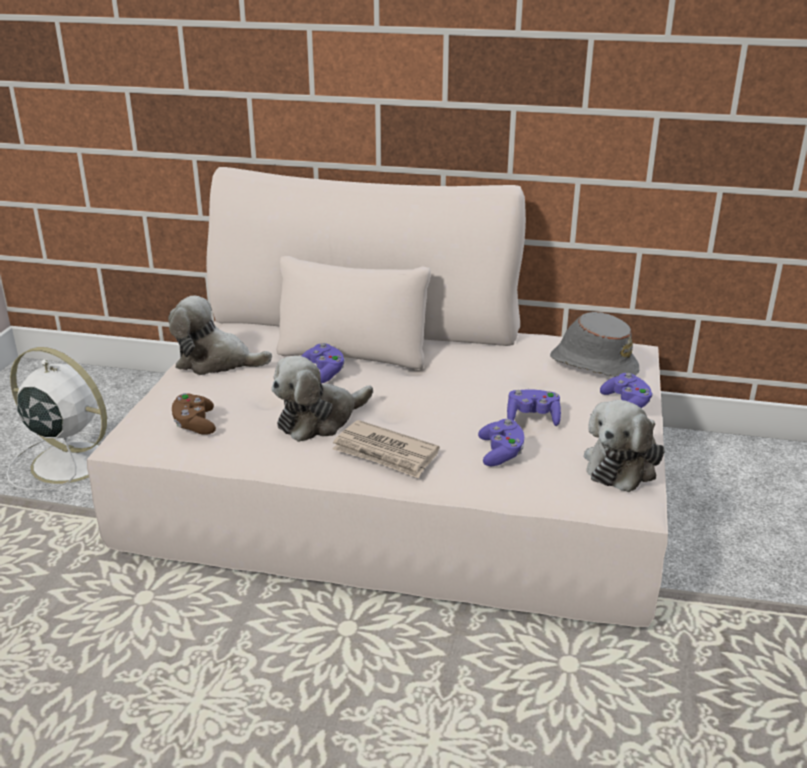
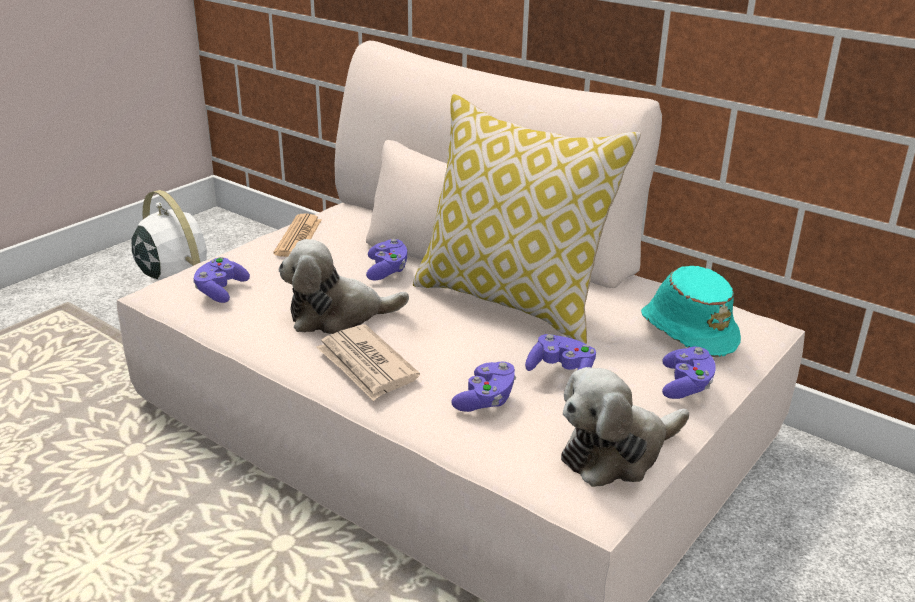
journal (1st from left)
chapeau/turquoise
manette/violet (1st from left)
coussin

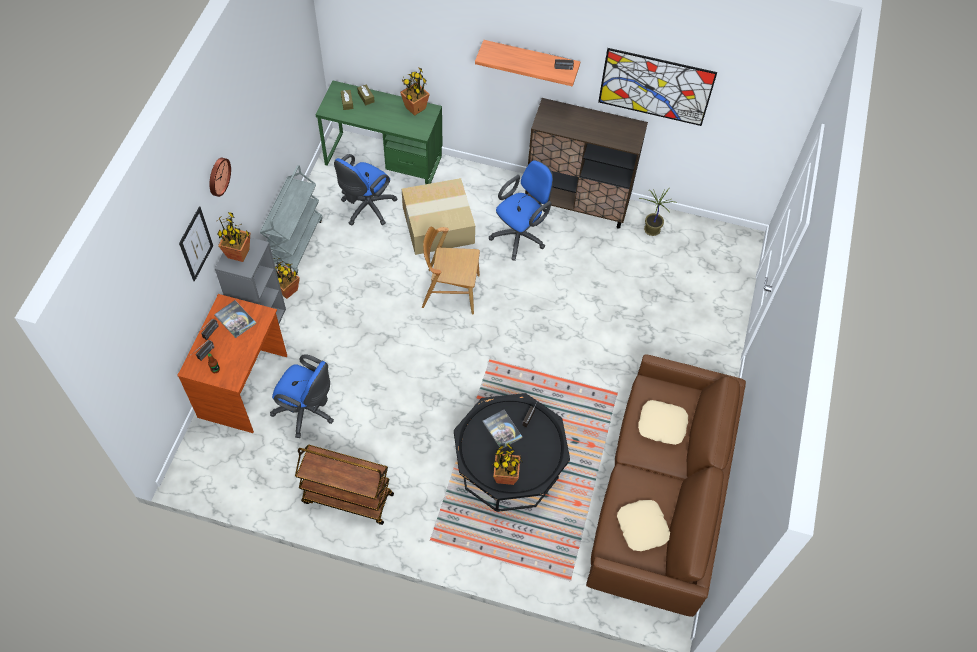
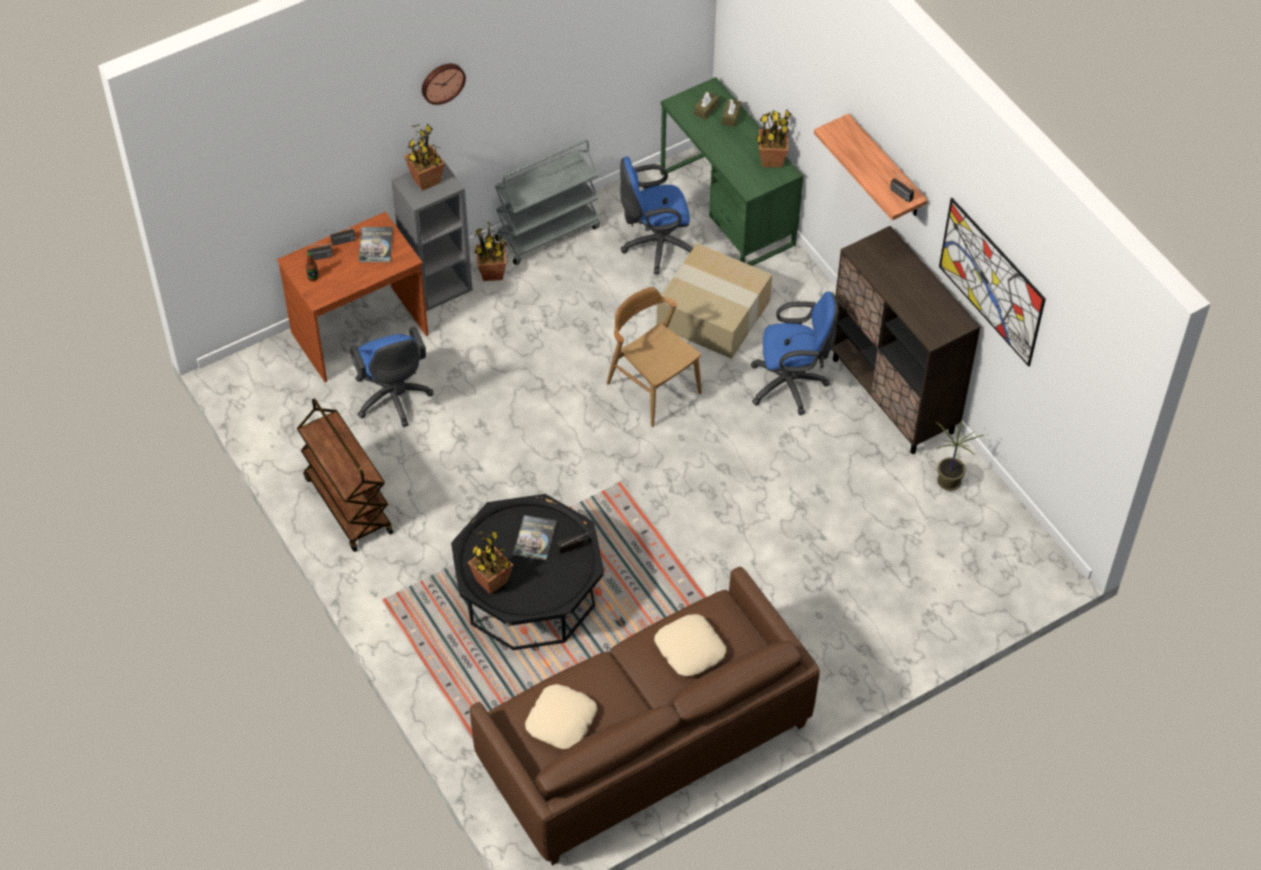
tableau (1st from left in the first image)

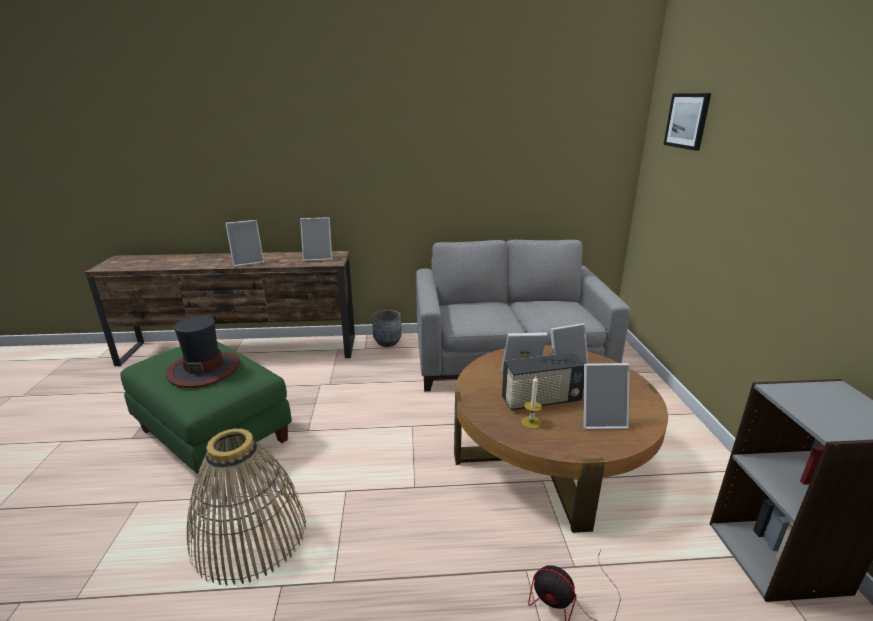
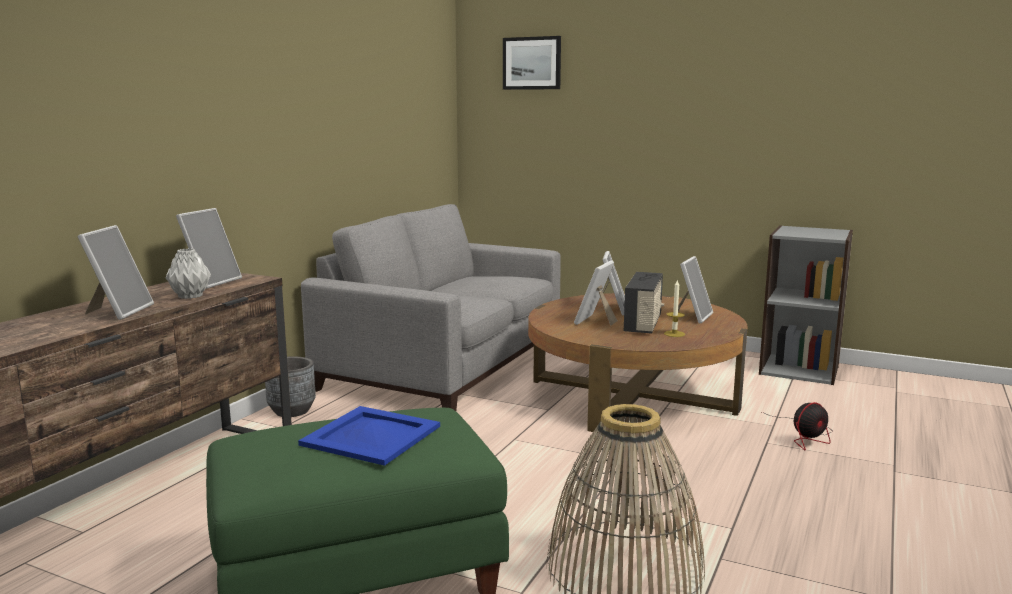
plateau/bleu
vase/gris

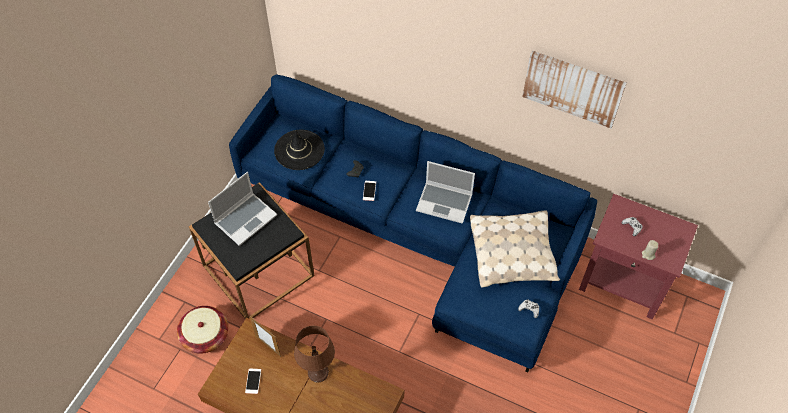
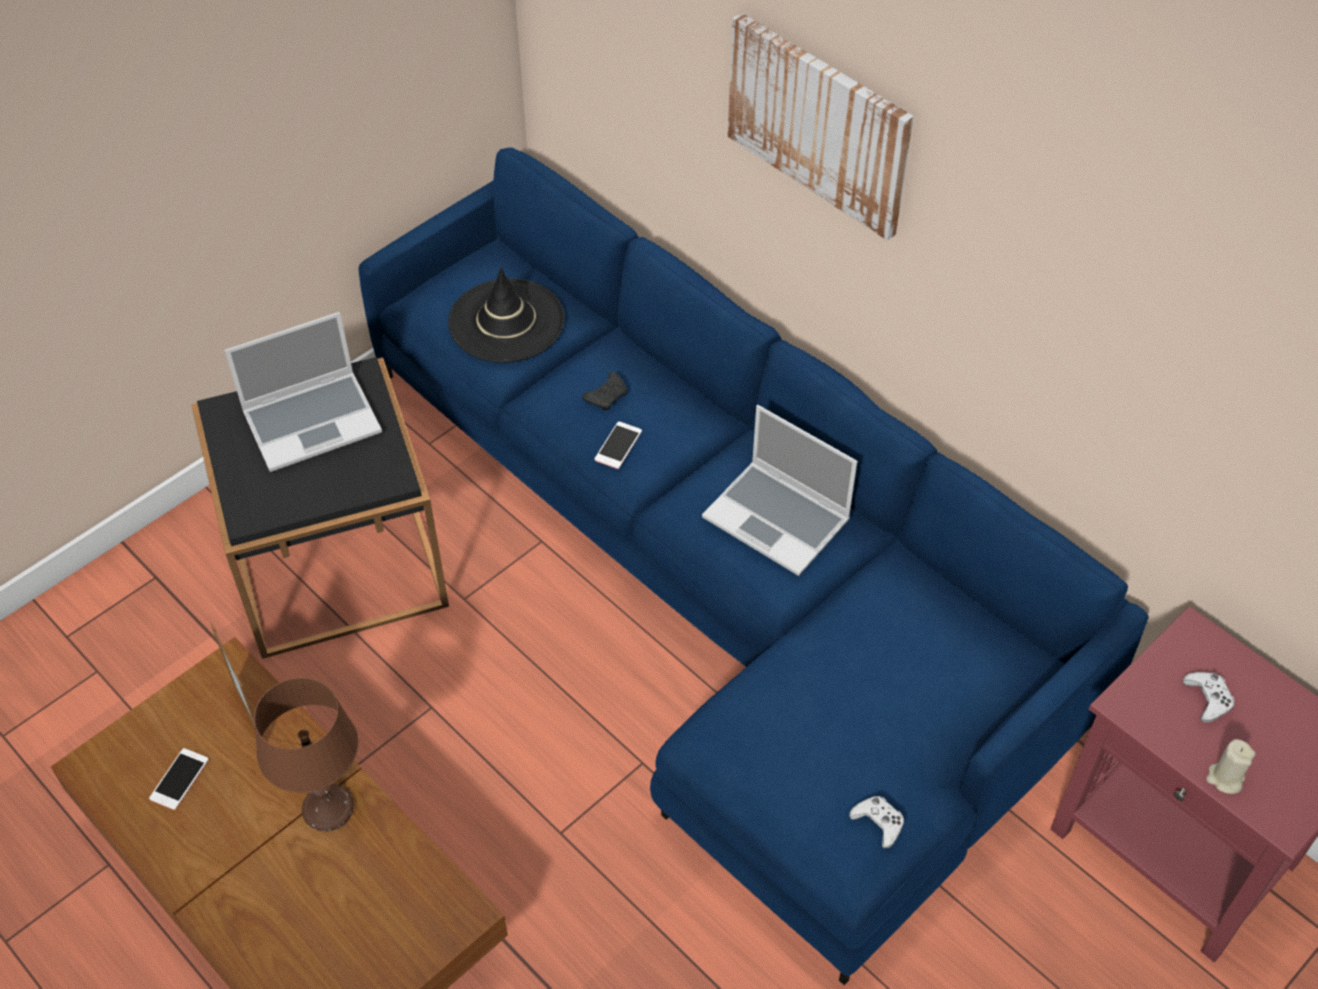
tableau
coussin/beige
panier

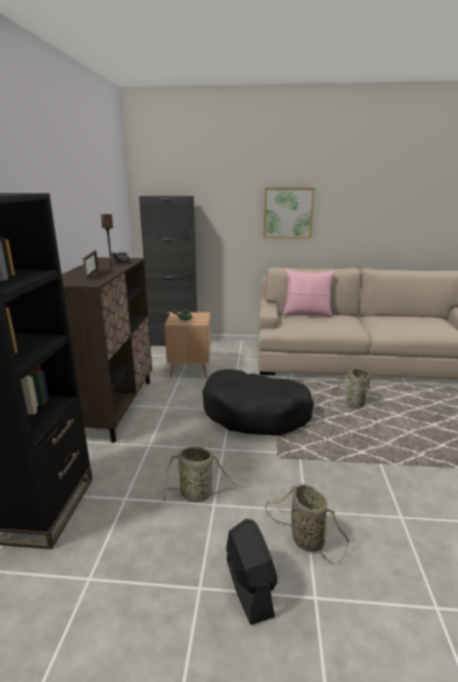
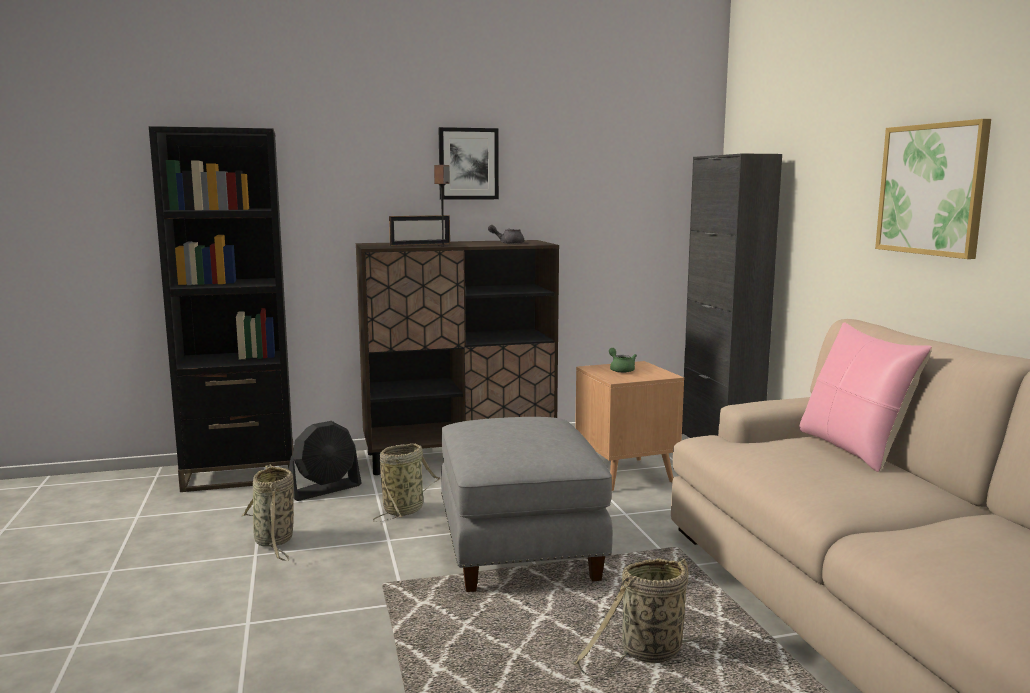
pouf/gris
panier (2nd from left)
ventilateur/noir
tableau (1st from left)

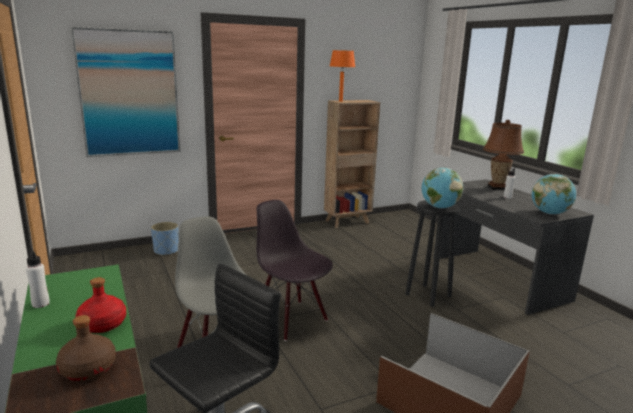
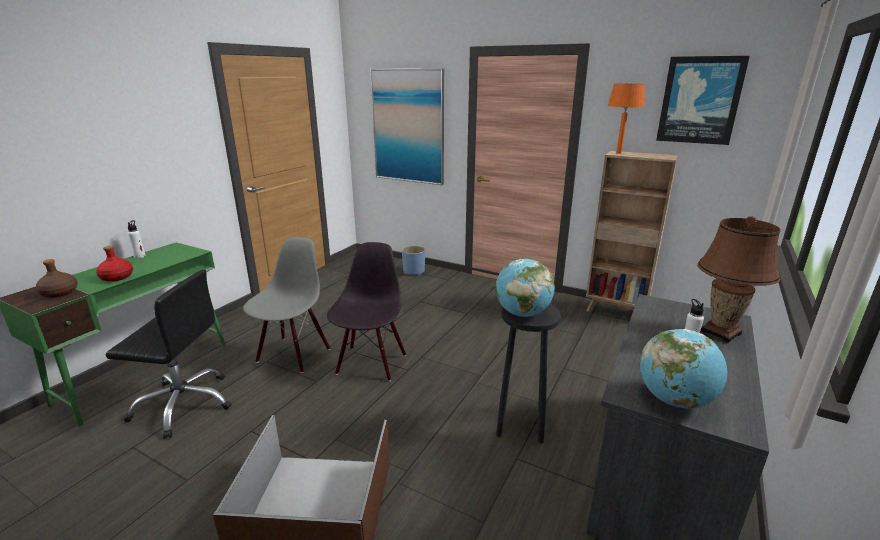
tableau (2nd from left)

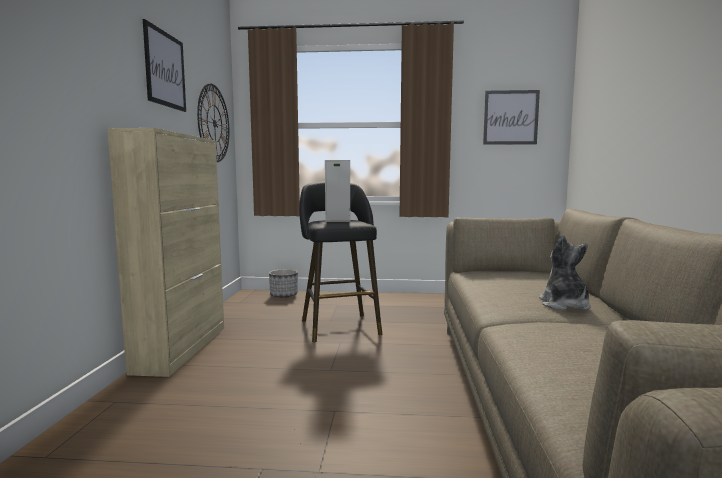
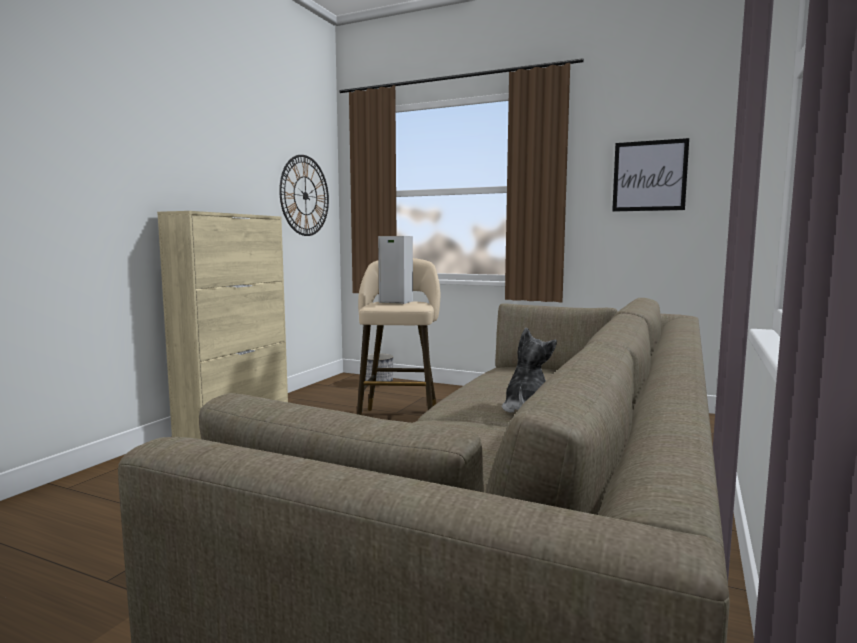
tableau (1st from left in the first image)
tabouret/beige

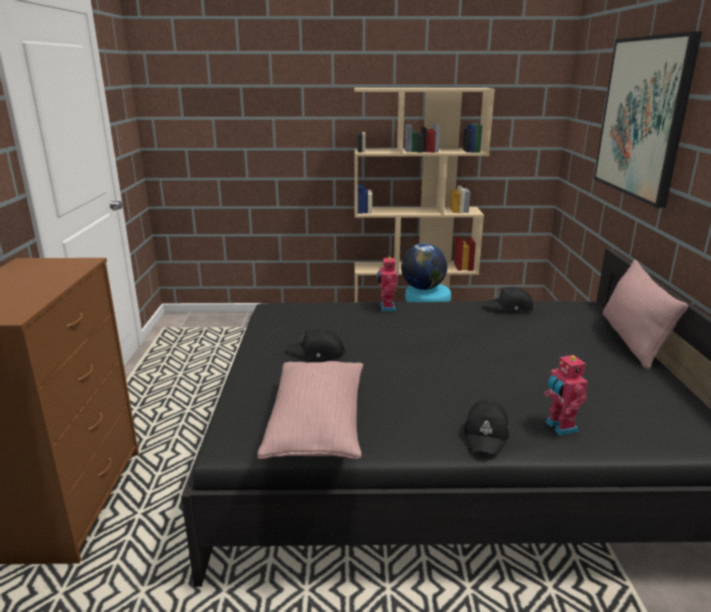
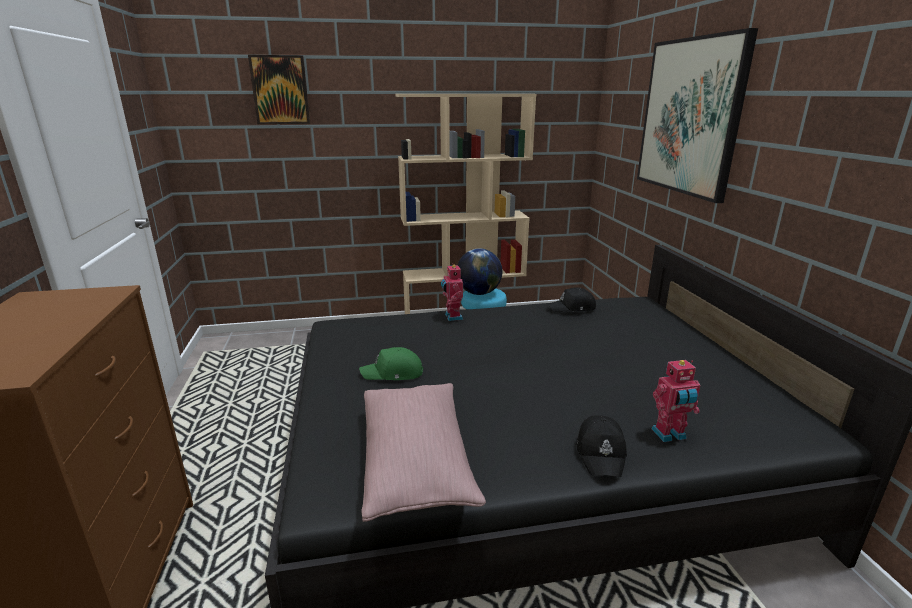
coussin/rose (2nd from left in the first image)
casquette/vert
robot jouet (2nd from left)
tableau (1st from left)

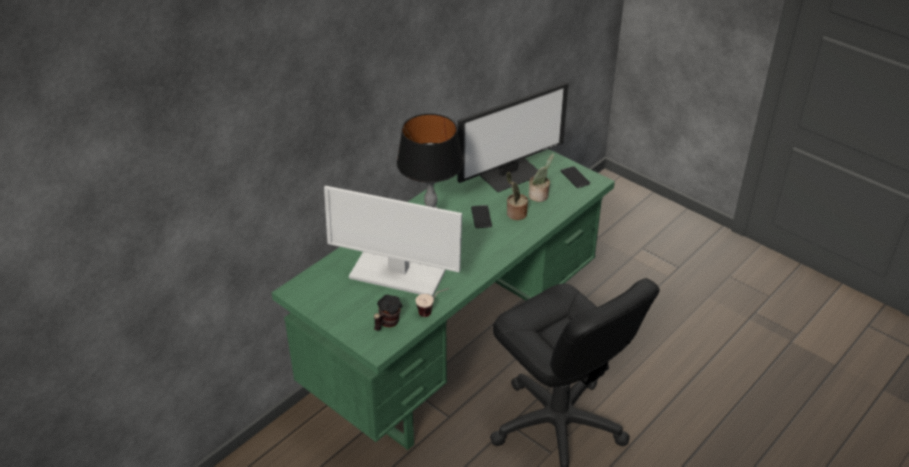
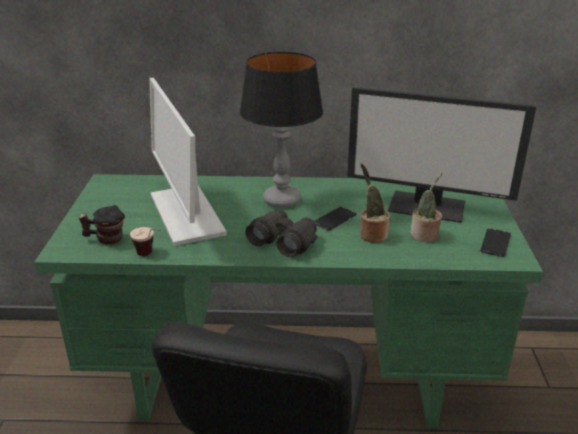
jumelles/noir

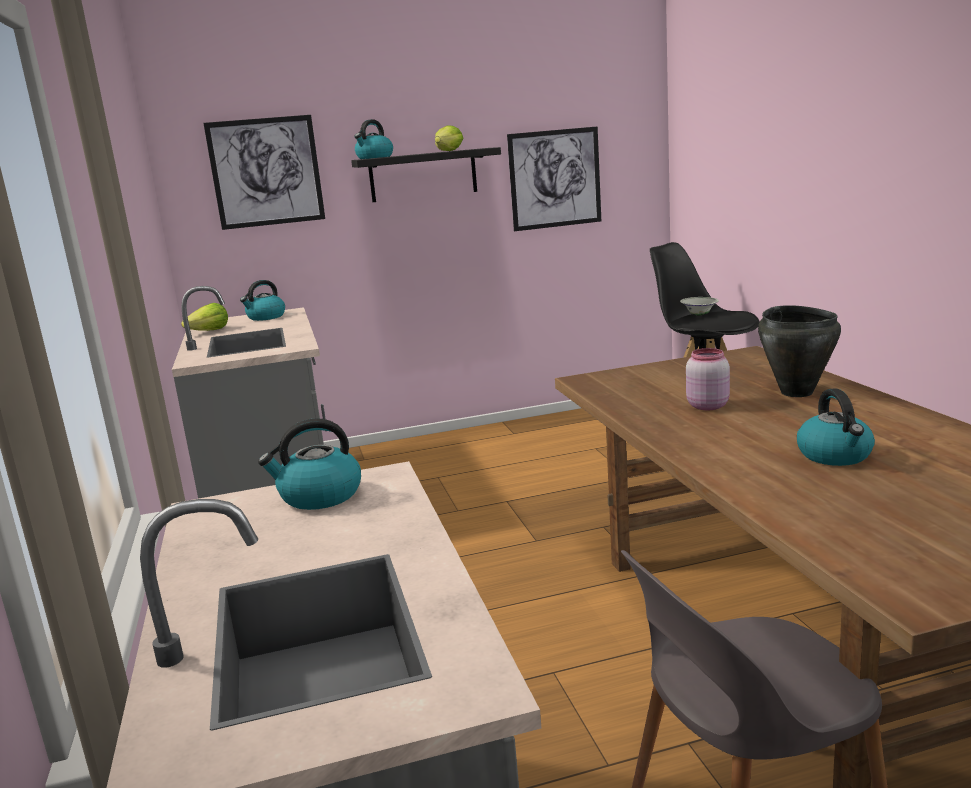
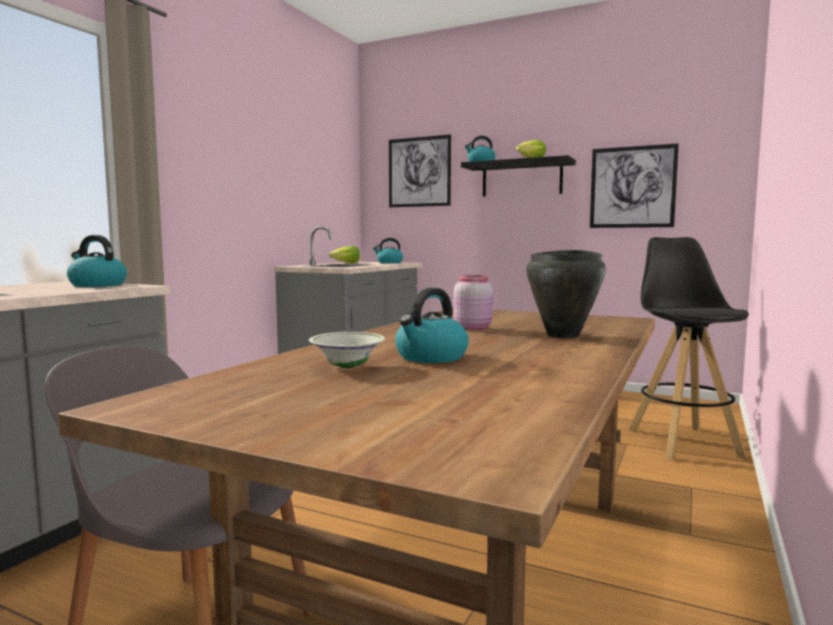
bol/blanc

